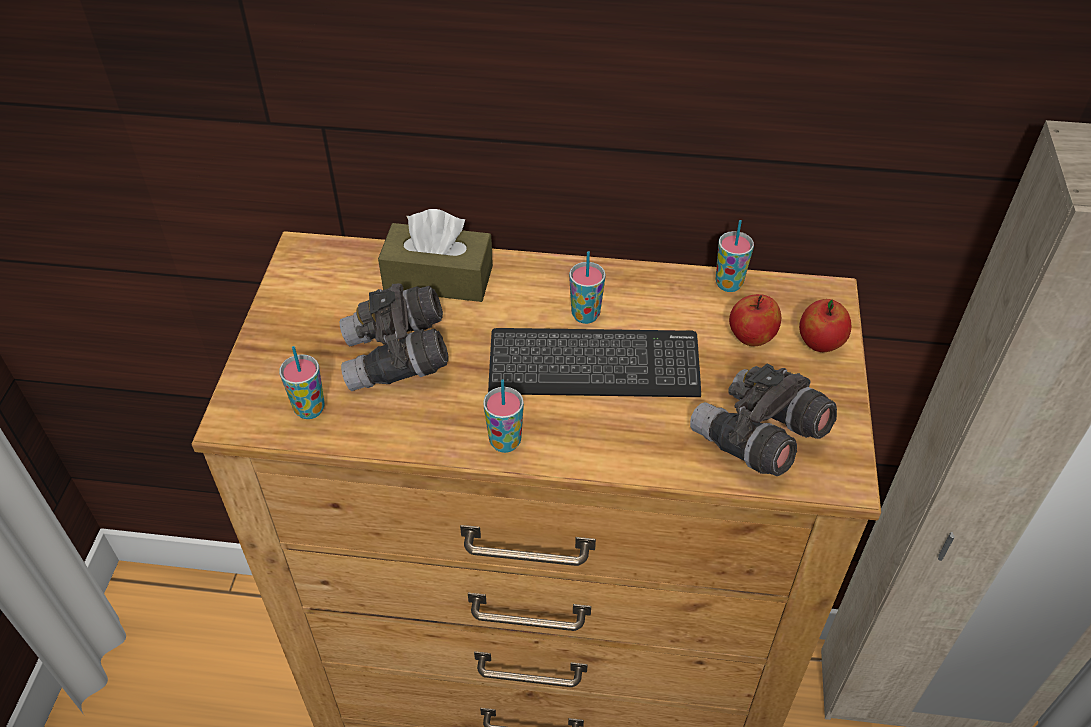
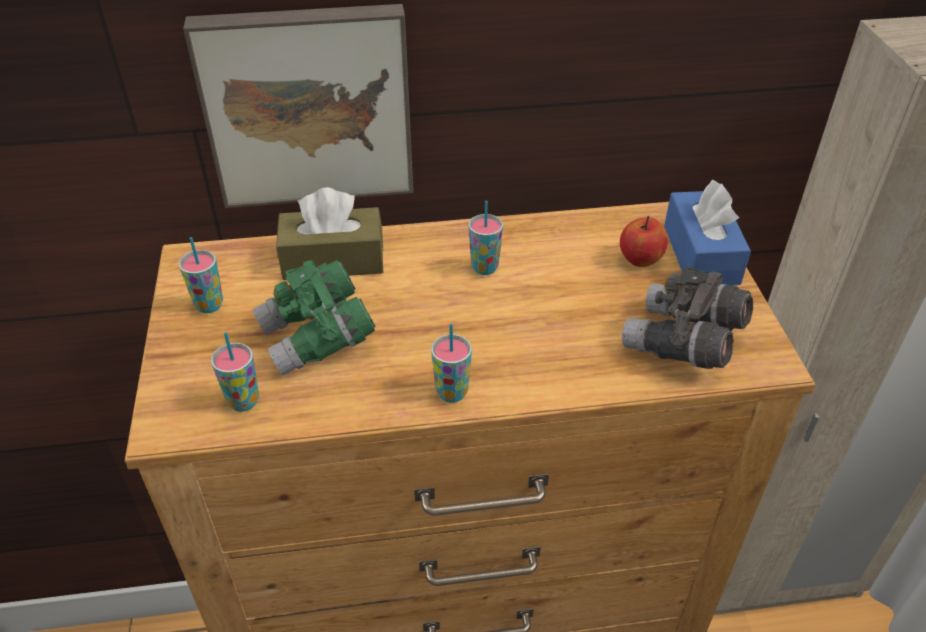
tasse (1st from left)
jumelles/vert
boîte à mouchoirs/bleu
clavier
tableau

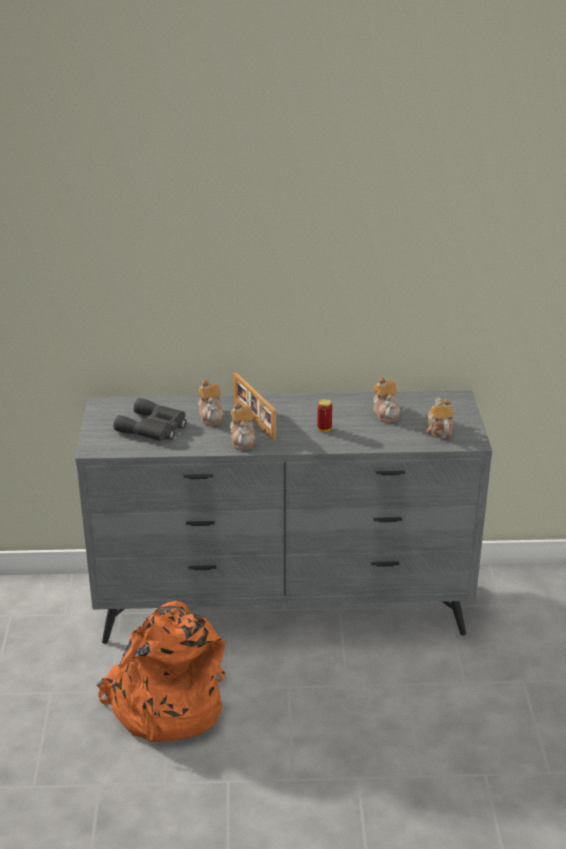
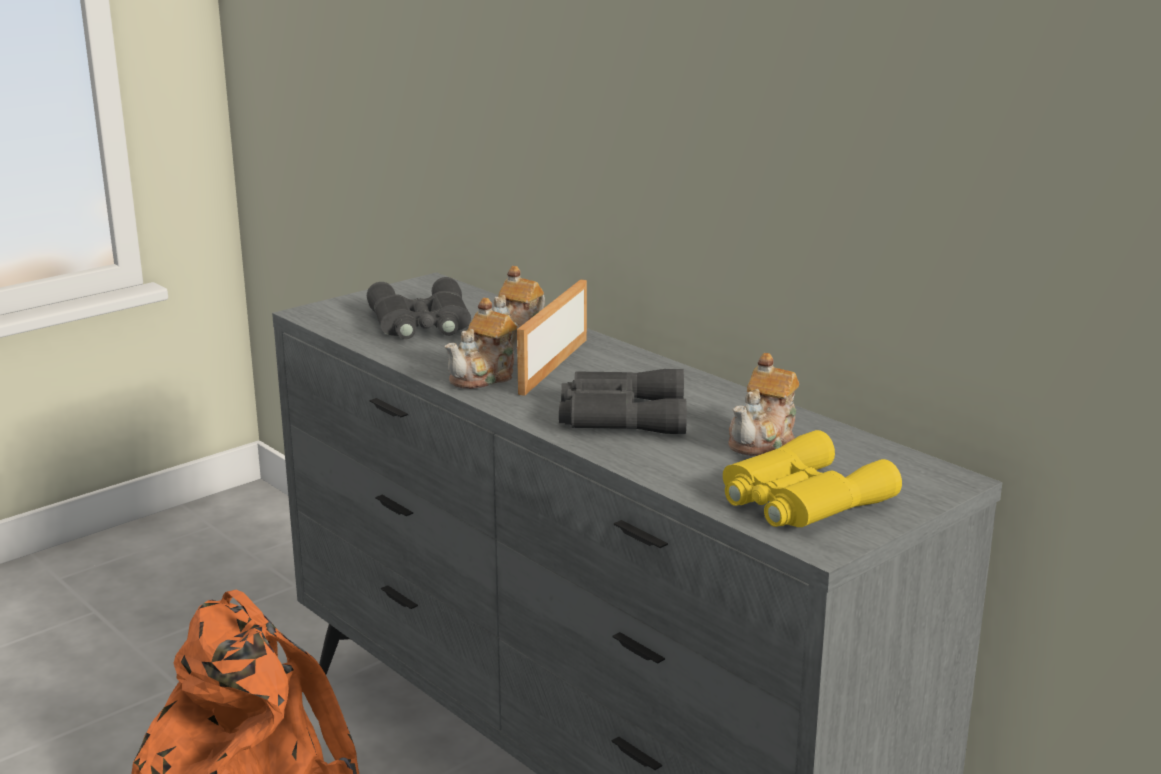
jumelles/jaune
jumelles/gris (2nd from left)

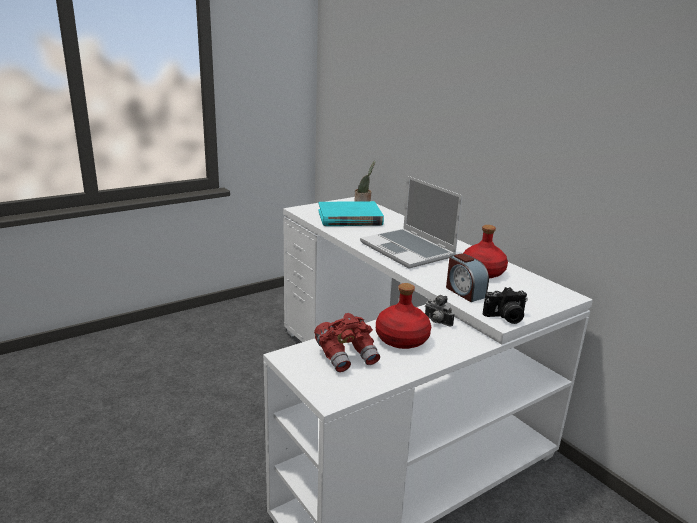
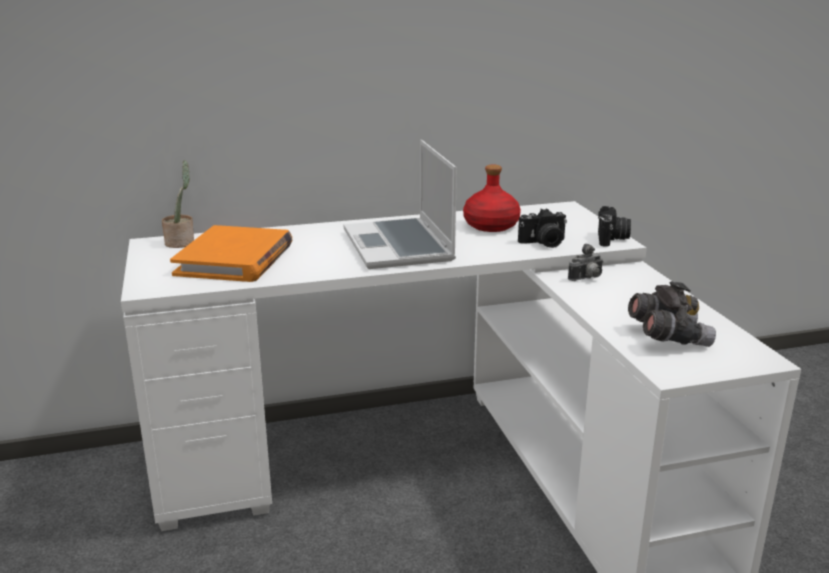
ordinateur portable
livre/orange
appareil photo (1st from left)
bouteille/rouge (1st from left in the first image)
jumelles/gris

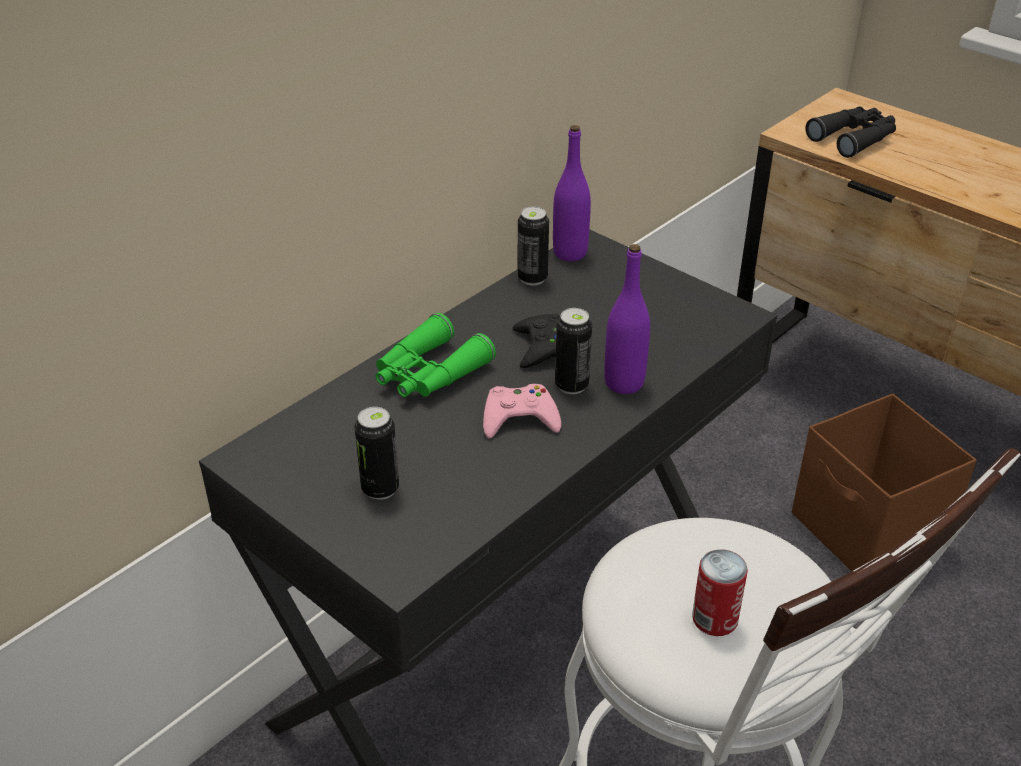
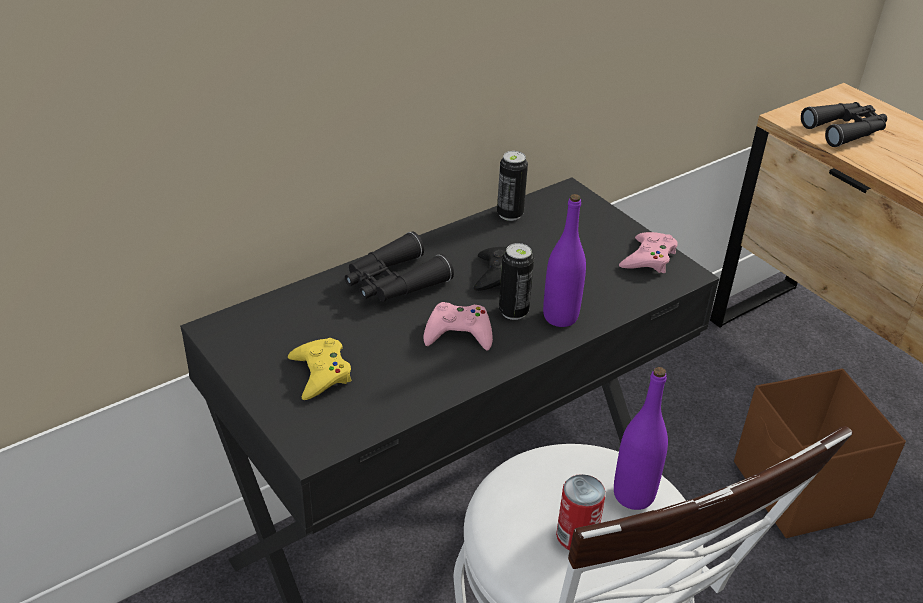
bouteille/violet (2nd from left)
jumelles/noir (1st from left)
manette/jaune
manette/rose (2nd from left)

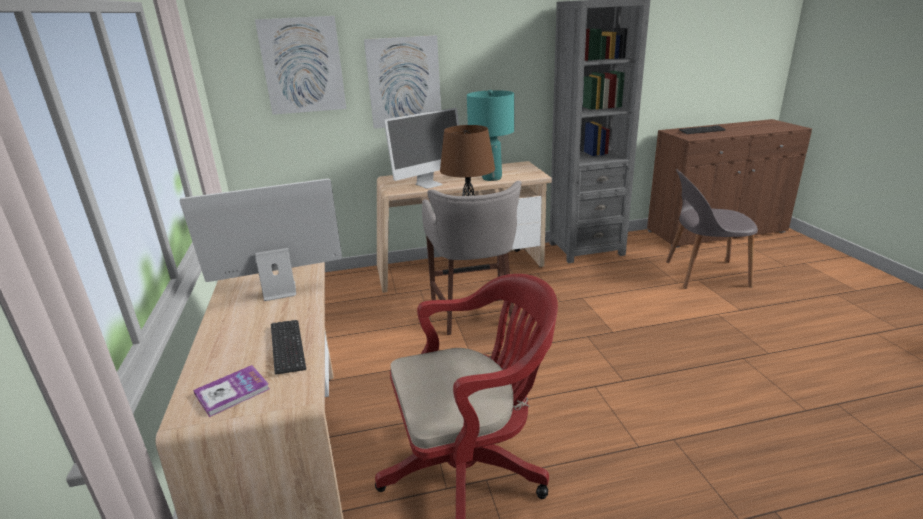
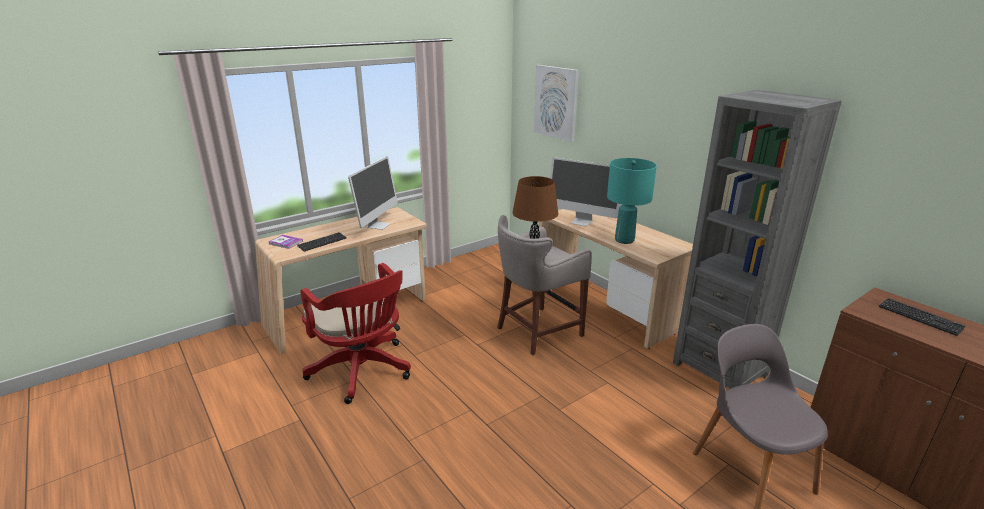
tableau (2nd from left in the first image)
écran d'ordinateur (1st from left)

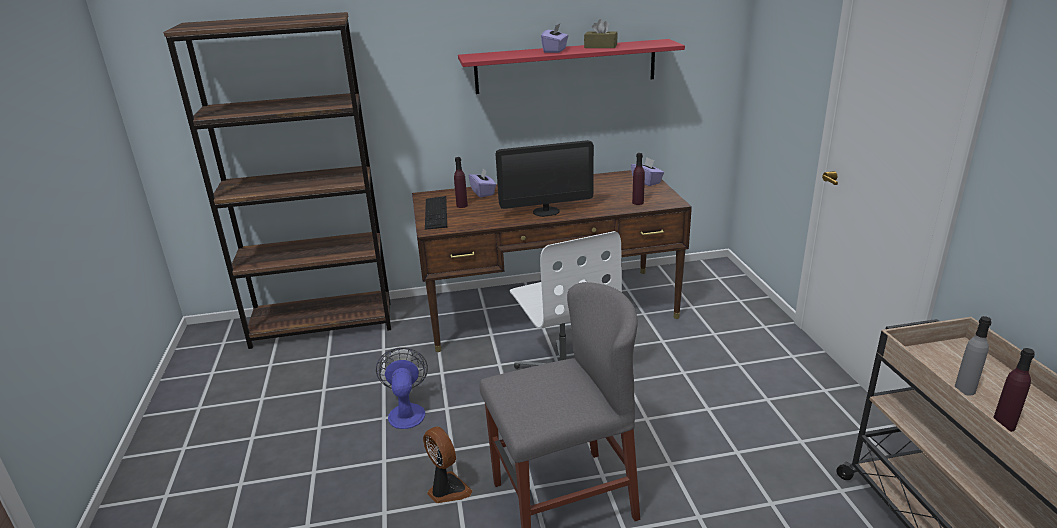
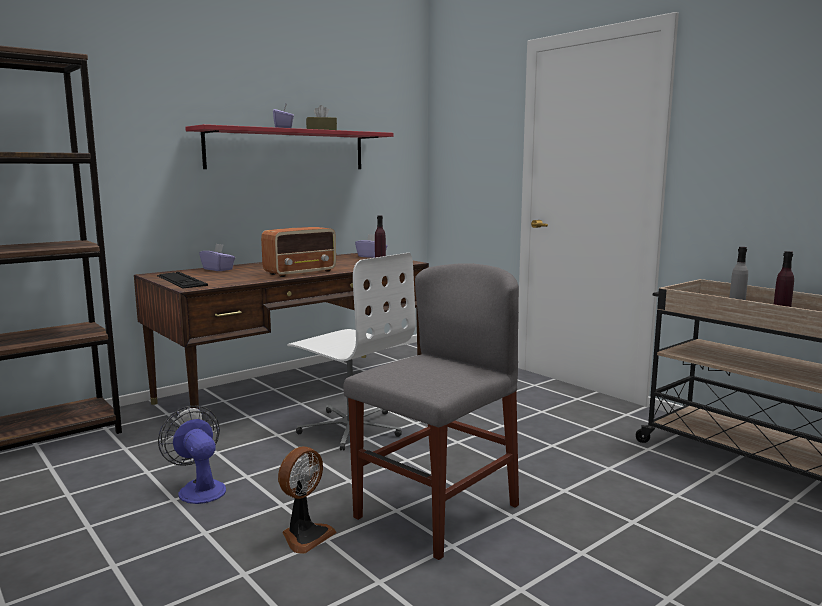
radio
bouteille/violet (1st from left in the first image)
ventilateur (2nd from left)

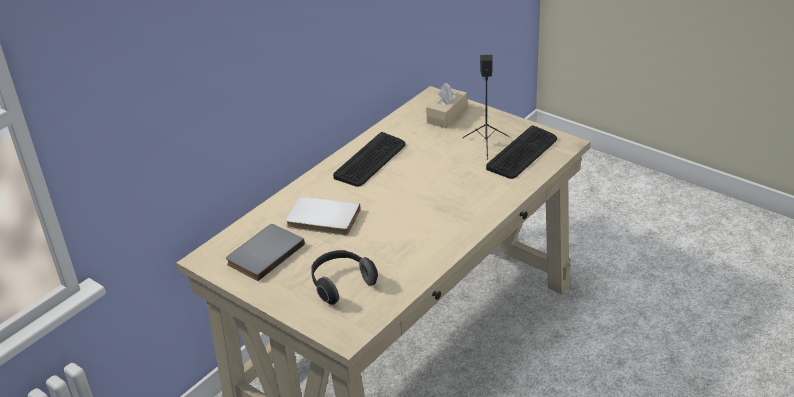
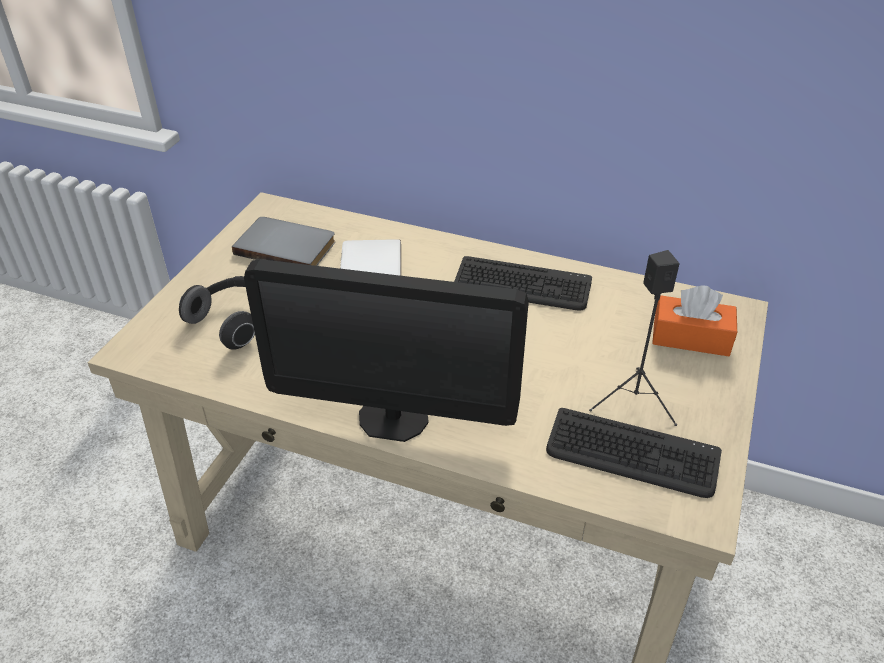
boîte à mouchoirs/orange
écran d'ordinateur

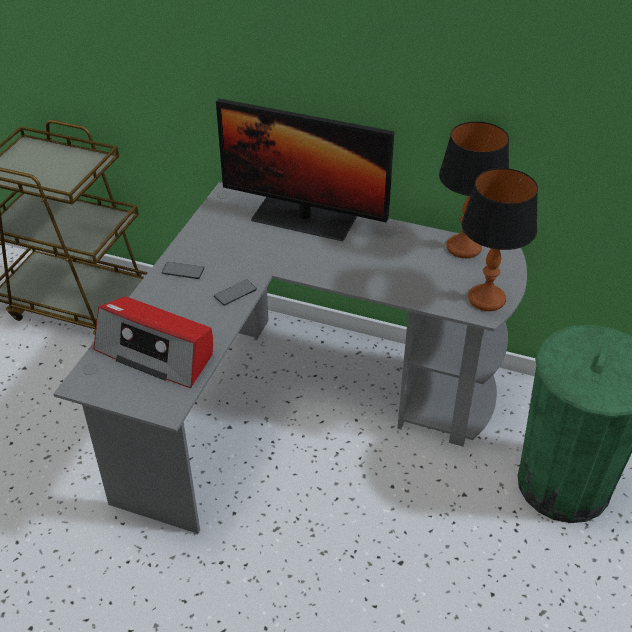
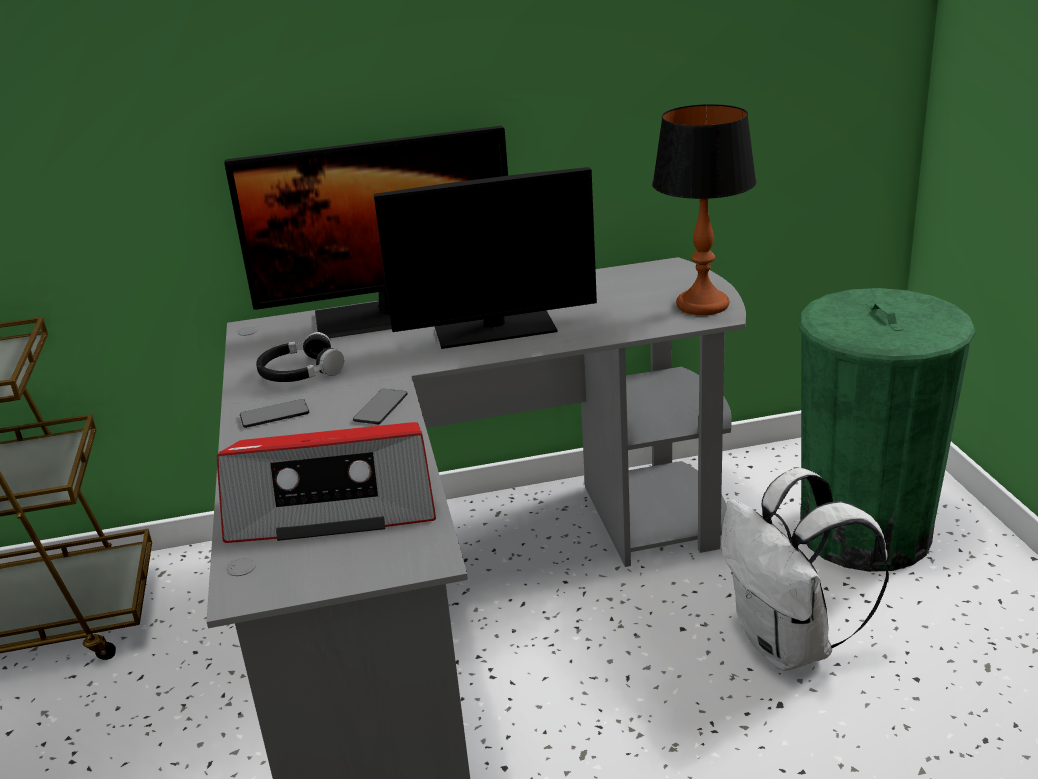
lampe de table (1st from left in the first image)
écran d'ordinateur (2nd from left)
casque audio/noir
sac à dos/blanc

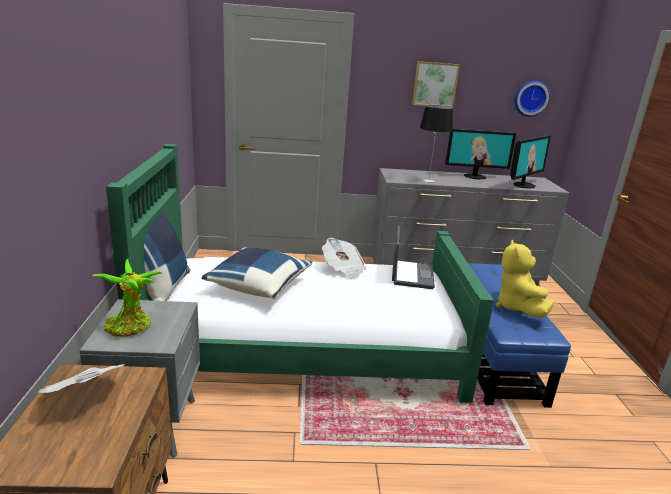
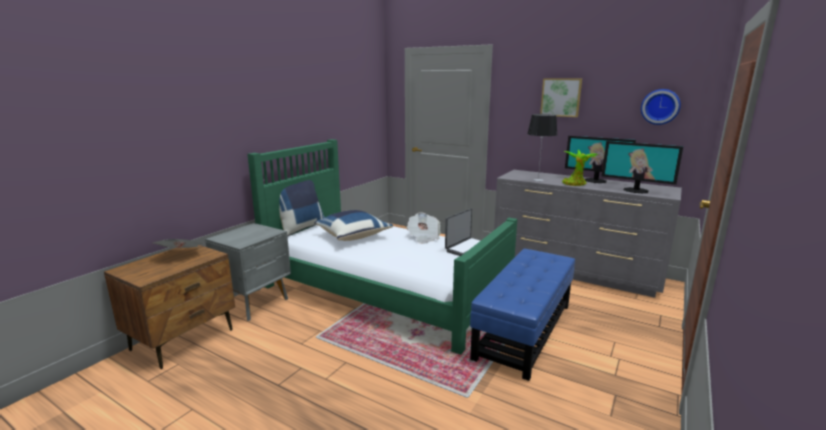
écran d'ordinateur (2nd from left)
peluche/jaune
plante en pot

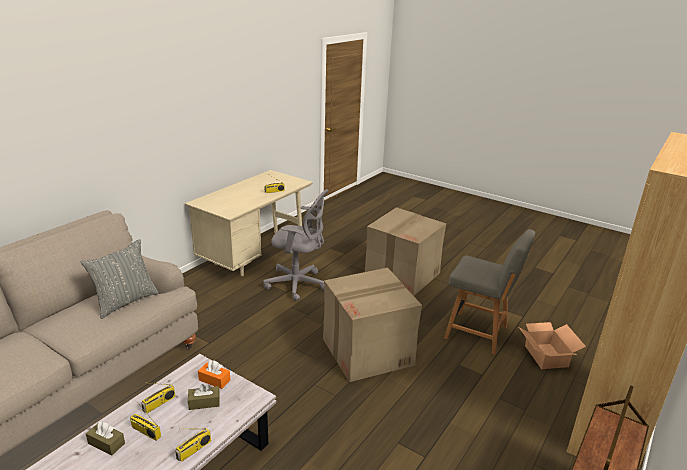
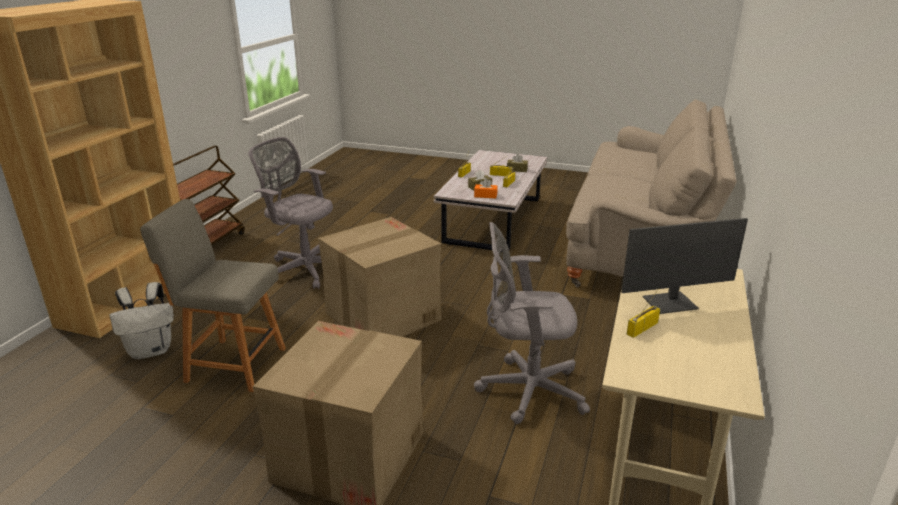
coussin/gris
sac à dos/blanc
chaise de bureau/gris (1st from left)
écran d'ordinateur

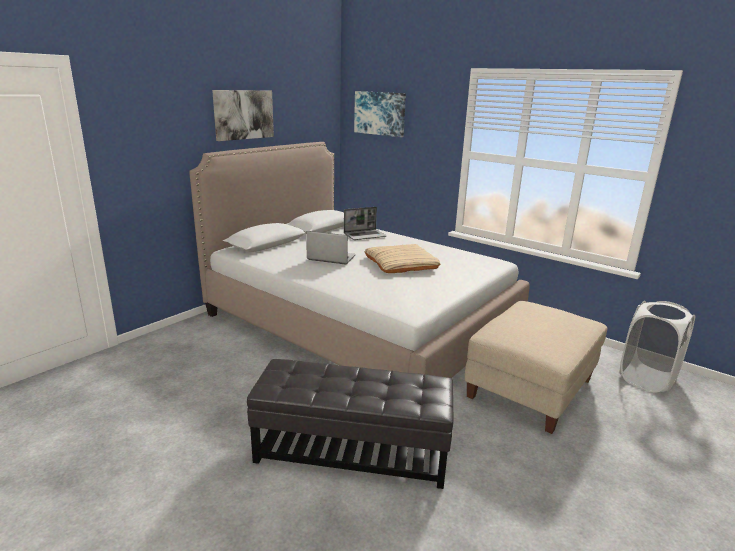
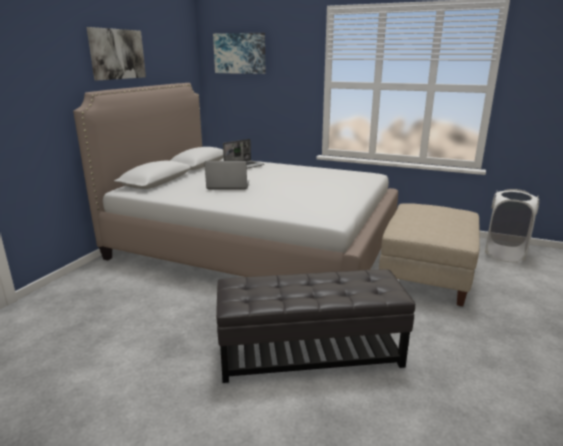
coussin/beige

